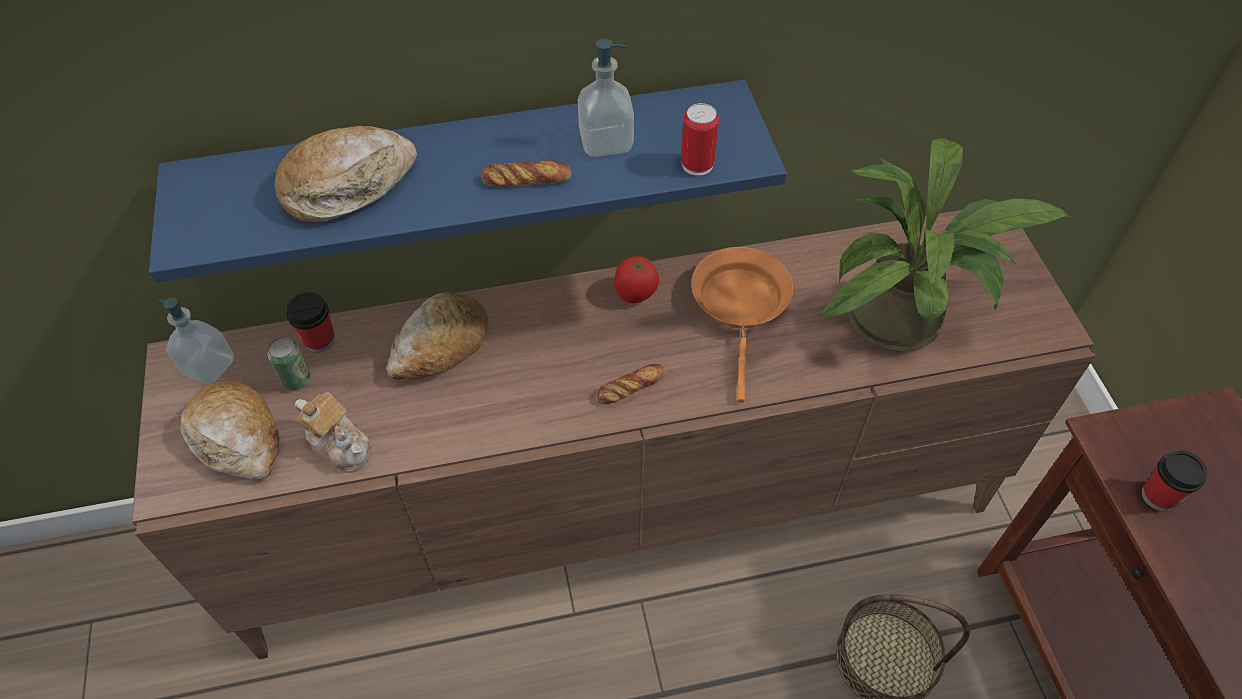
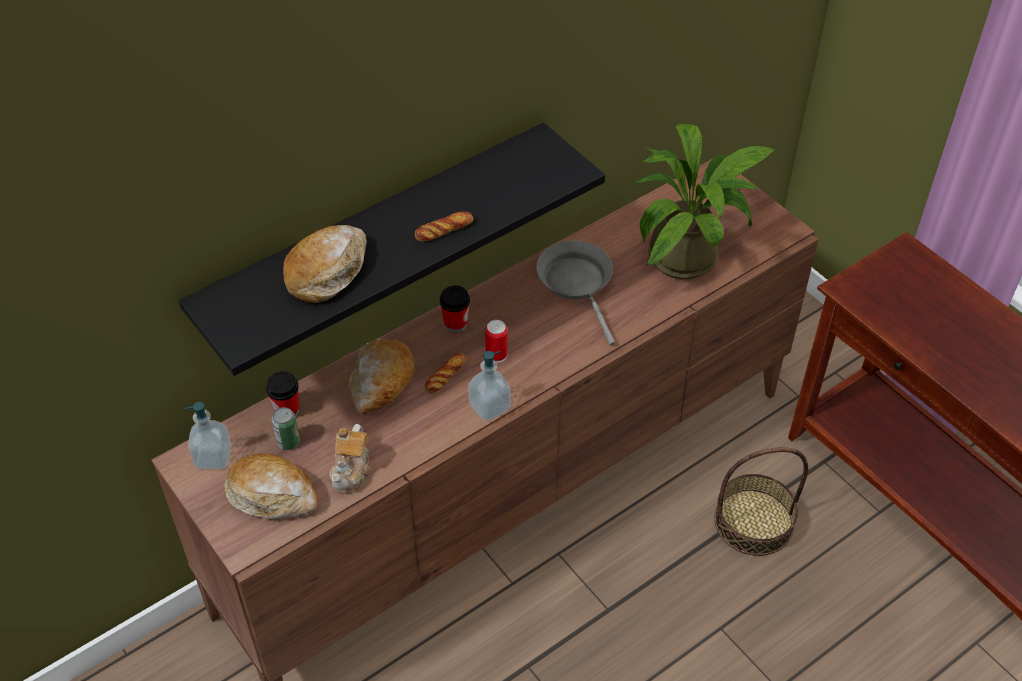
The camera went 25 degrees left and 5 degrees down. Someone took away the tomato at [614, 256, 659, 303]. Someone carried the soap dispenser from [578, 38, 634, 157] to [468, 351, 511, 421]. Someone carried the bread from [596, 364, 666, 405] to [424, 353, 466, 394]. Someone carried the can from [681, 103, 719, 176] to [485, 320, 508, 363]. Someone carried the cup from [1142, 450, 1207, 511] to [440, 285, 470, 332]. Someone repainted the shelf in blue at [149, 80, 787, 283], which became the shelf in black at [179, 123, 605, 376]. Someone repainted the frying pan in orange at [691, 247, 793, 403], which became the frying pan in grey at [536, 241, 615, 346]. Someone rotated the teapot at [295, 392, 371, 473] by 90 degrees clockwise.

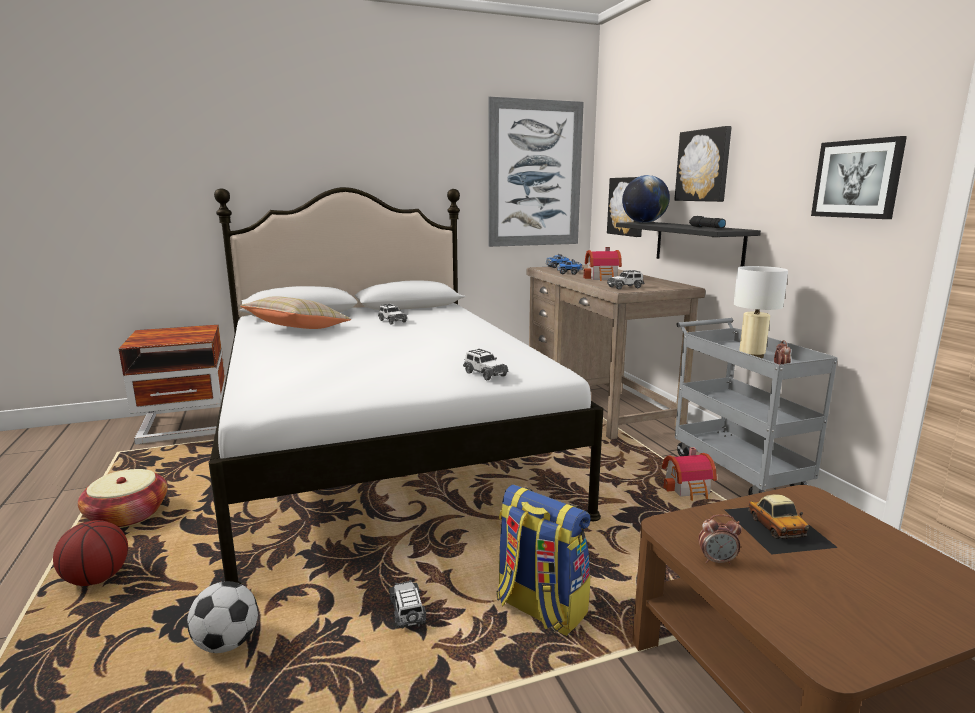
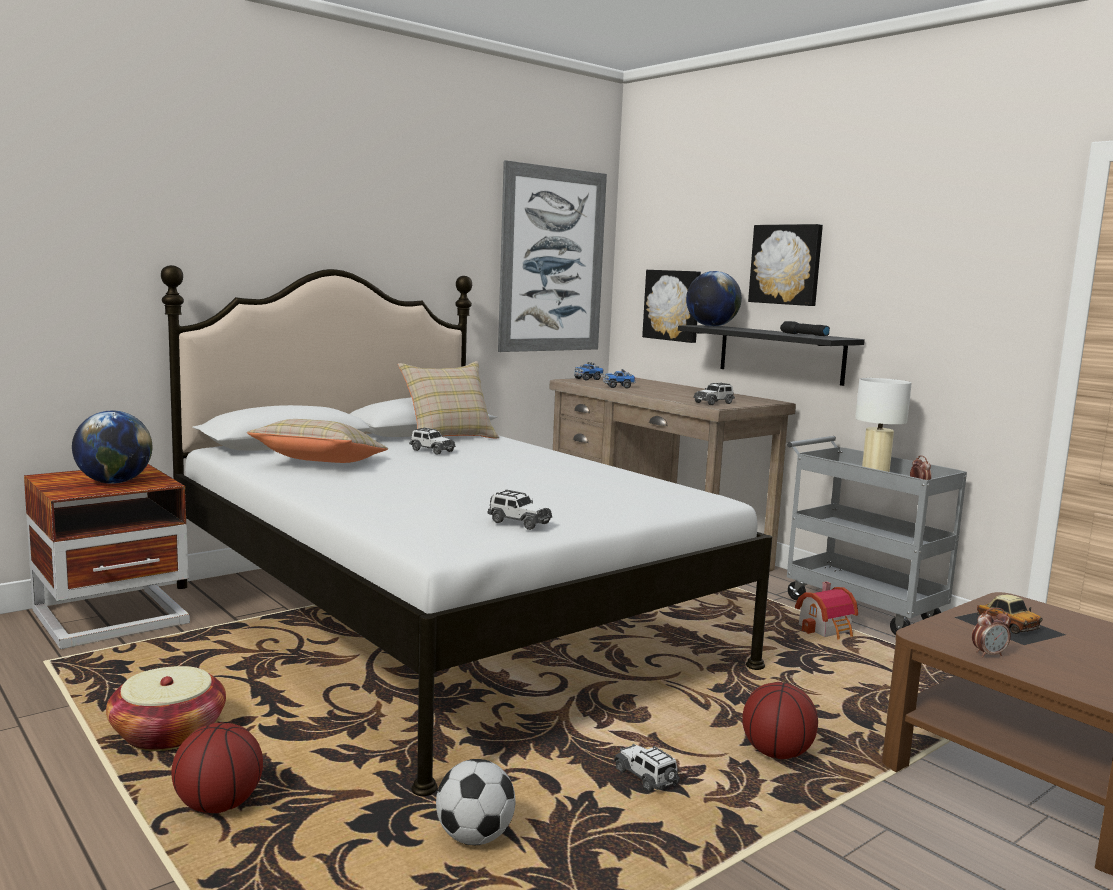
The camera went 20 degrees left and 5 degrees down. Someone took away the toy house at [584, 247, 622, 281]. Someone took away the picture at [811, 136, 907, 219]. Someone put down the globe at [72, 411, 153, 484]. Someone put down the pillow in beige at [398, 361, 499, 438]. Someone carried the toy car from [463, 349, 509, 380] to [487, 489, 552, 530]. Someone swapped the backpack at [497, 484, 591, 636] for the basketball at [742, 682, 818, 759].

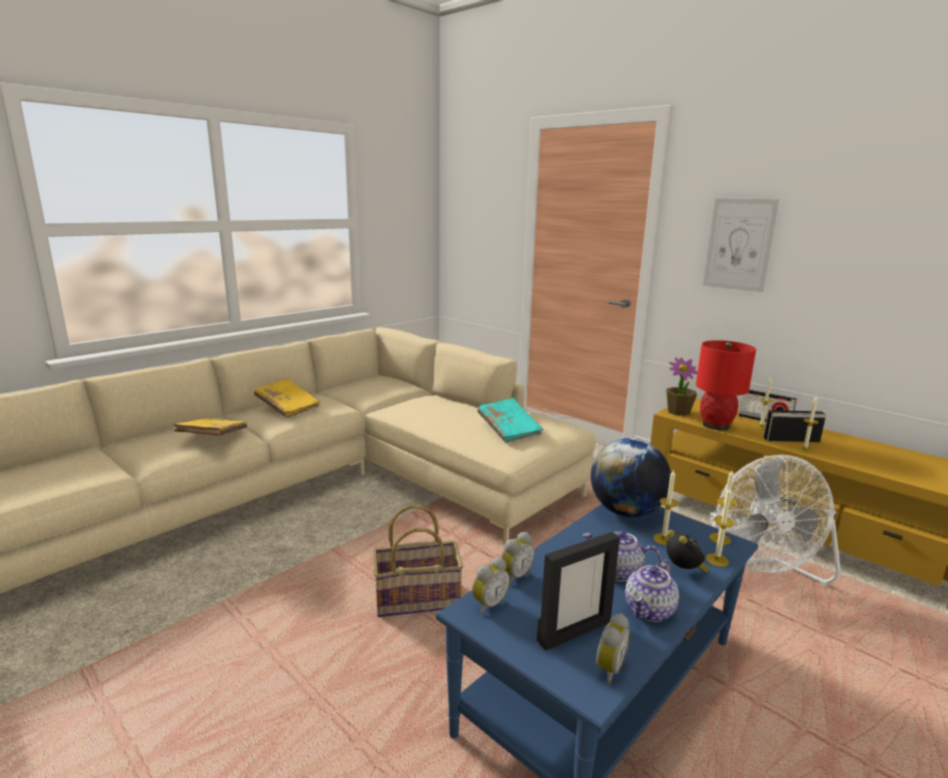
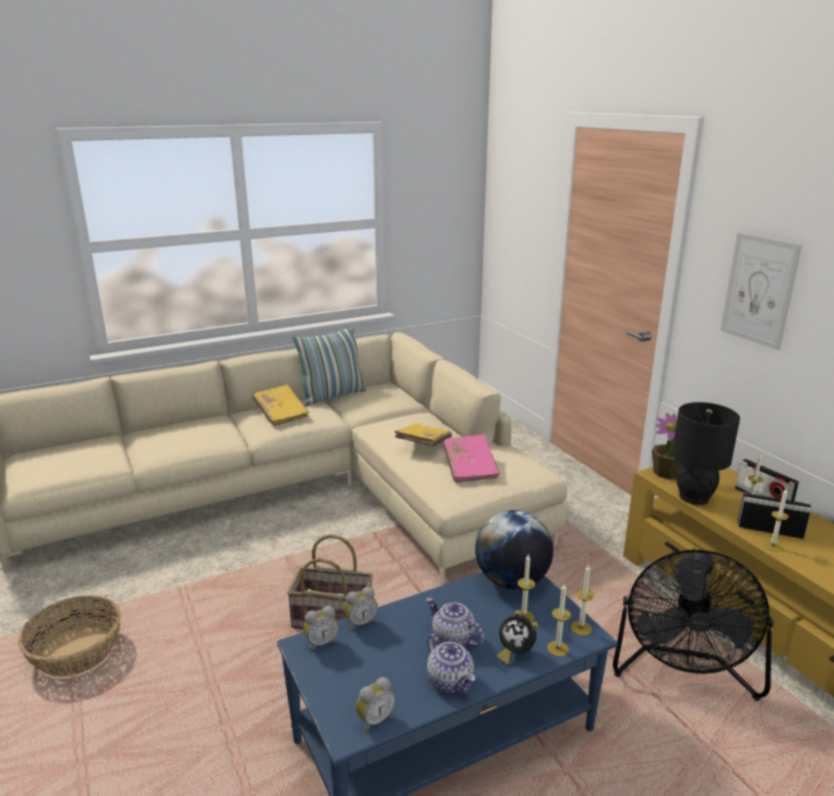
The camera went 20 degrees right and 5 degrees up. Someone took away the picture frame at [537, 532, 620, 651]. Someone put down the basket at [18, 595, 121, 677]. Someone put down the pillow at [293, 326, 367, 406]. Someone carried the book in yellow from [173, 418, 247, 436] to [395, 424, 452, 447]. Someone repainted the book in turquoise at [477, 398, 543, 443], which became the book in pink at [443, 434, 500, 483]. Someone repainted the table lamp in red at [696, 340, 756, 430], which became the table lamp in black at [672, 402, 740, 505]. Someone repainted the fan in white at [711, 455, 841, 587], which became the fan in black at [613, 548, 774, 701]. Someone rotated the teapot at [625, 560, 679, 622] by 90 degrees counterclockwise. Someone rotated the alarm clock at [666, 530, 710, 573] by 120 degrees clockwise.

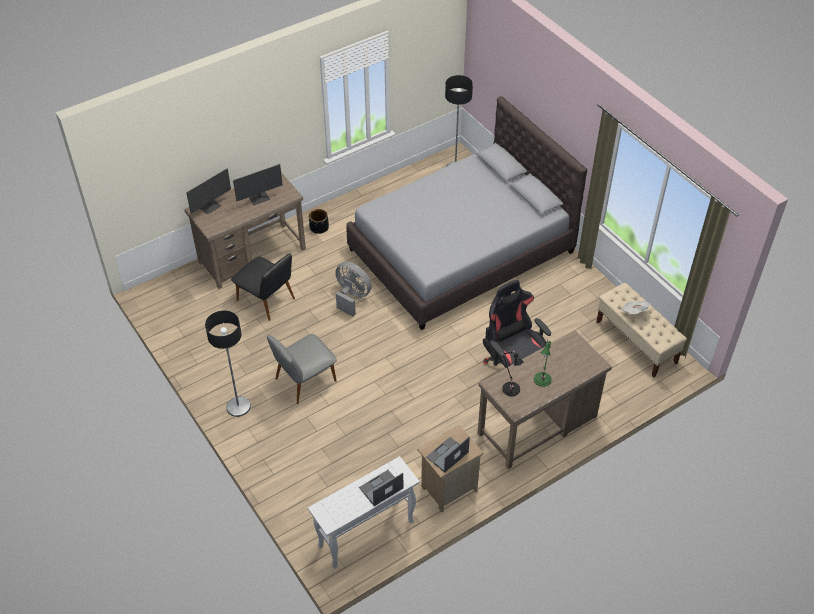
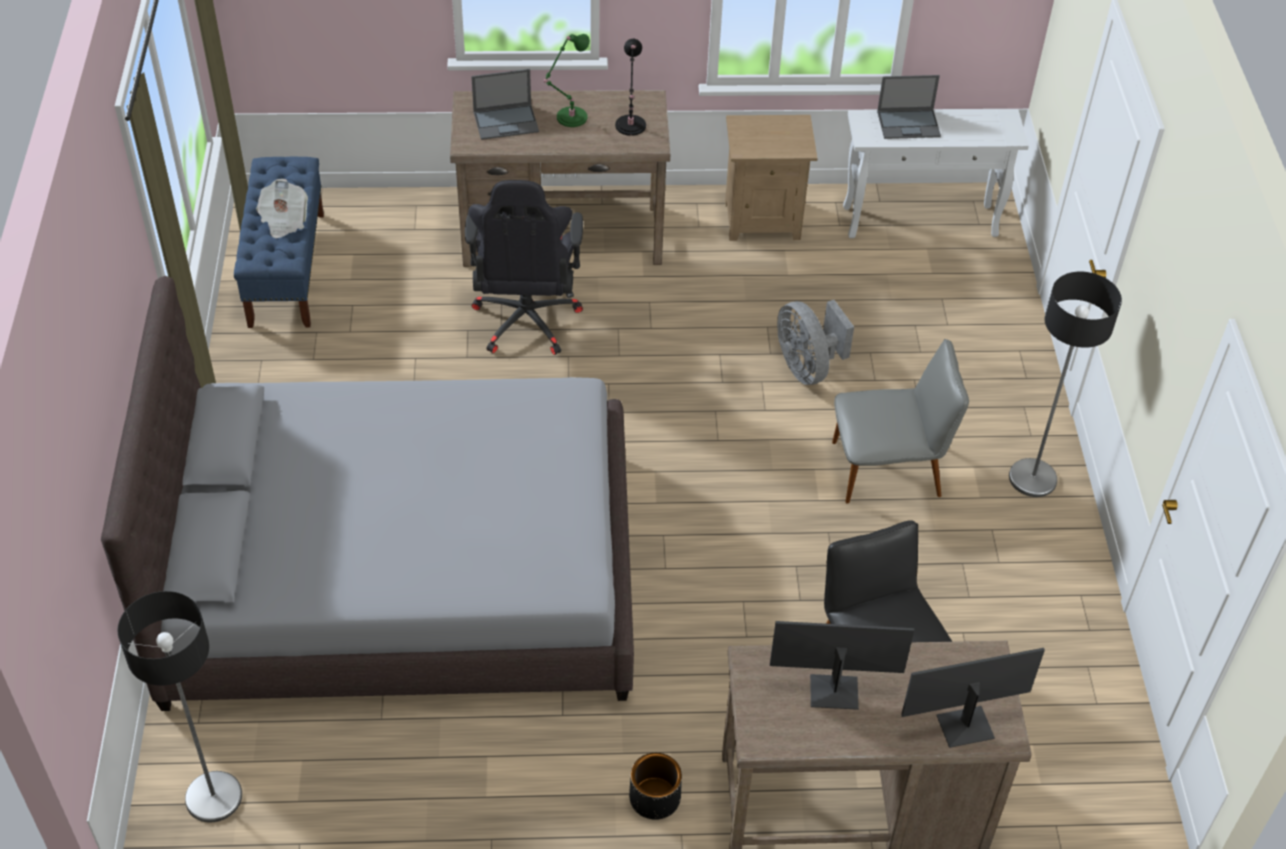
The camera went 150 degrees left and 0 degrees up. Someone carried the fan in grey from [335, 262, 372, 317] to [777, 300, 854, 385]. Someone carried the laptop from [426, 437, 470, 473] to [471, 69, 539, 140]. Someone repainted the bench in beige at [596, 283, 687, 377], which became the bench in blue at [234, 156, 324, 328].

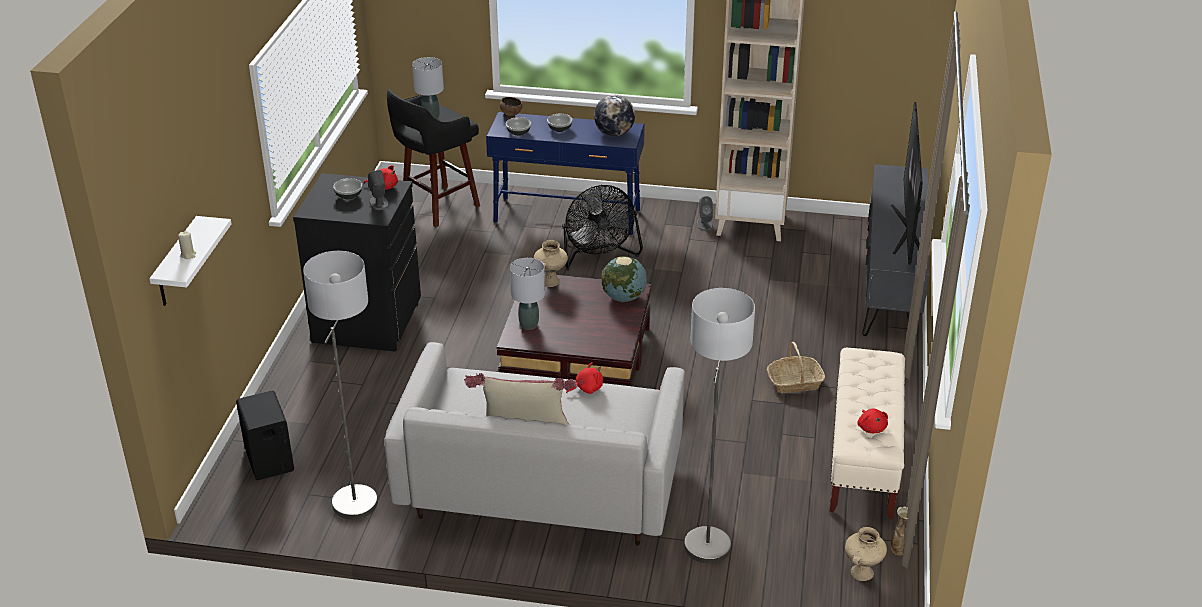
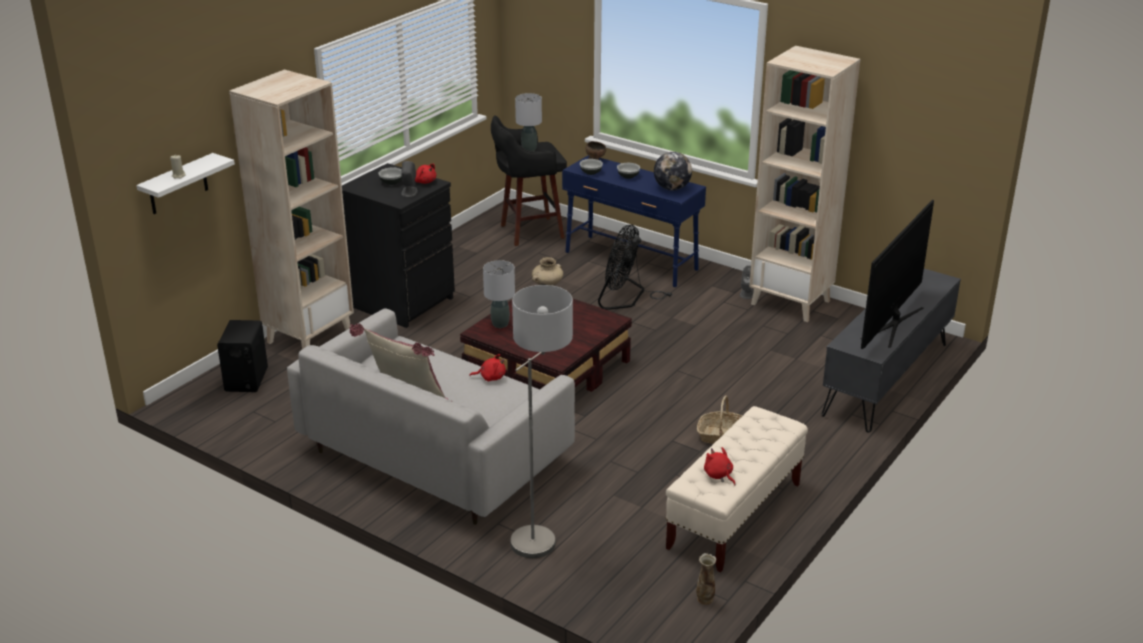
The camera went 25 degrees right and 5 degrees down. Someone took away the floor lamp in grey at [303, 251, 378, 519]. Someone took away the globe at [601, 256, 647, 302]. Someone took away the vase in beige at [845, 527, 887, 581]. Someone put down the bookcase in beige at [229, 69, 354, 349]. Someone rotated the fan in black at [562, 185, 643, 271] by 105 degrees clockwise. Someone rotated the plush toy in red at [858, 409, 888, 433] by 135 degrees clockwise.

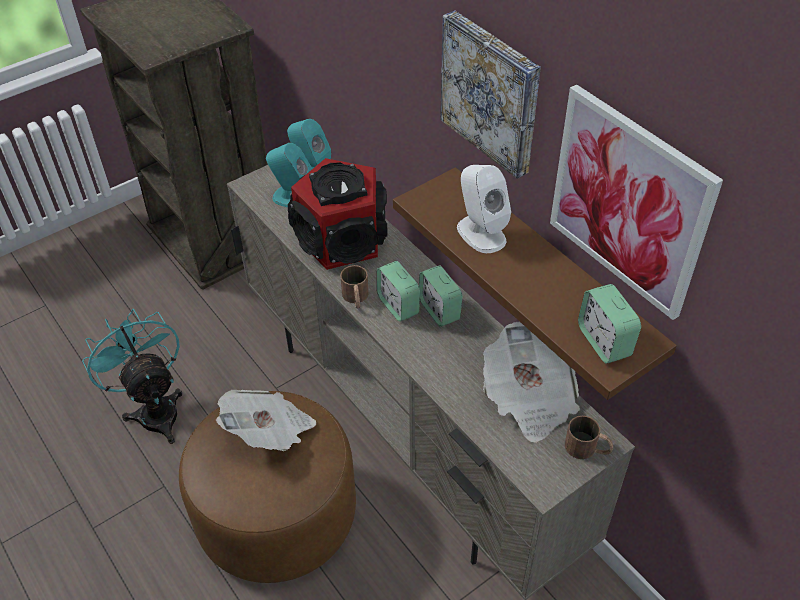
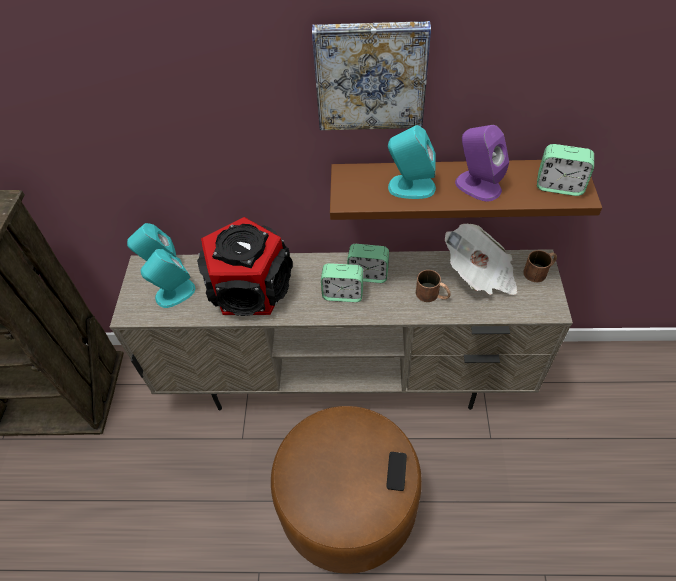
The camera went 50 degrees left and 5 degrees up. Someone took away the fan in turquoise at [82, 309, 182, 444]. Someone took away the newspaper at [216, 390, 316, 451]. Someone took away the picture at [550, 84, 723, 320]. Someone put down the phone at [386, 452, 407, 491]. Someone put down the speaker in purple at [455, 125, 509, 201]. Someone carried the mug in brown from [340, 265, 369, 308] to [416, 270, 450, 302]. Someone repainted the speaker in white at [457, 165, 511, 253], which became the speaker in turquoise at [388, 125, 436, 199].

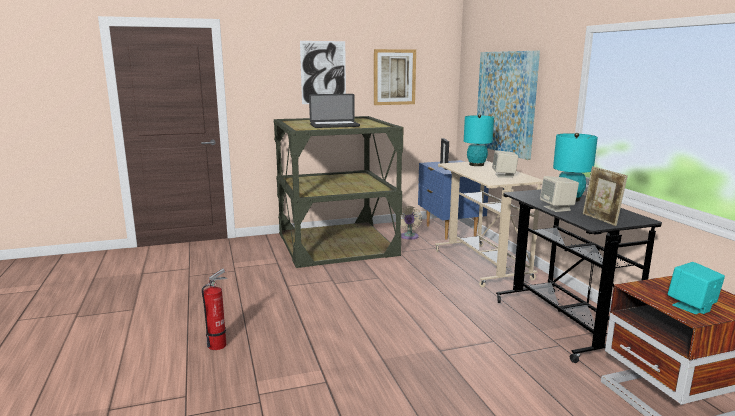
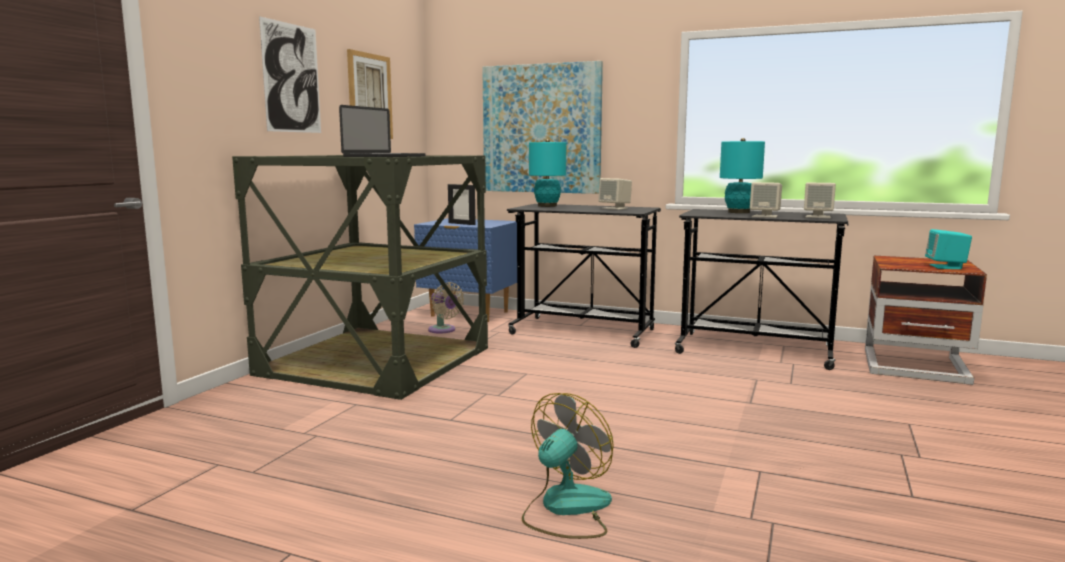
The camera went 50 degrees left and 5 degrees down. Someone swapped the fire extinguisher at [202, 268, 227, 350] for the fan at [522, 393, 614, 539]. Someone swapped the picture frame at [583, 166, 628, 226] for the speaker in beige at [804, 182, 836, 219]. Someone repainted the desk in beige at [435, 161, 543, 288], which became the desk in black at [507, 204, 661, 348].

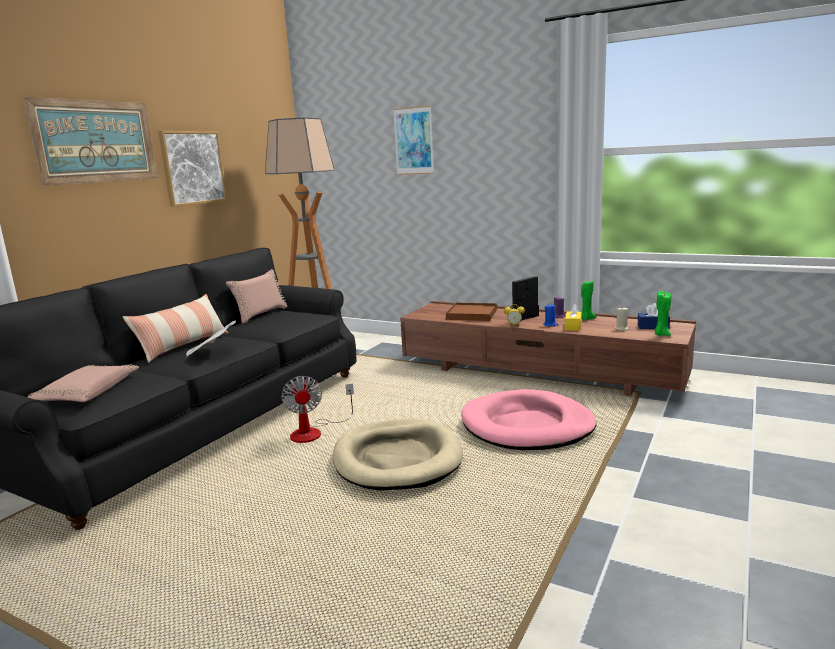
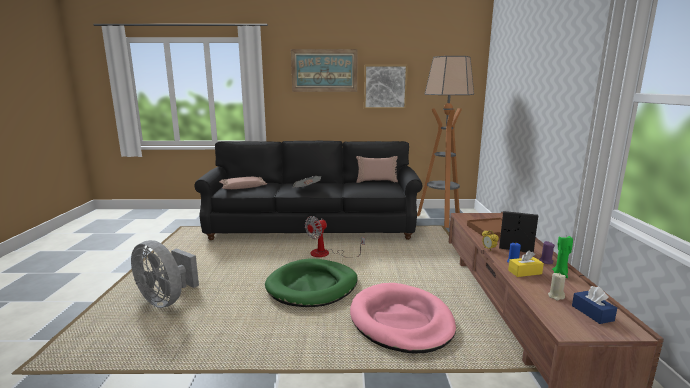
The camera went 60 degrees right and 0 degrees up. Someone took away the pillow at [123, 294, 228, 363]. Someone took away the picture at [393, 105, 434, 175]. Someone took away the candle in green at [655, 291, 671, 336]. Someone put down the fan in grey at [131, 240, 199, 308]. Someone repainted the dog bed in beige at [333, 419, 463, 491], which became the dog bed in green at [265, 258, 358, 307].

